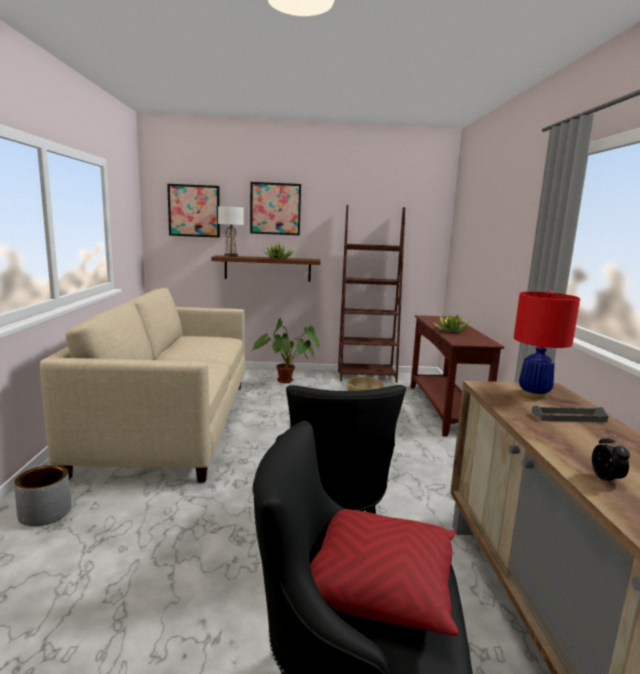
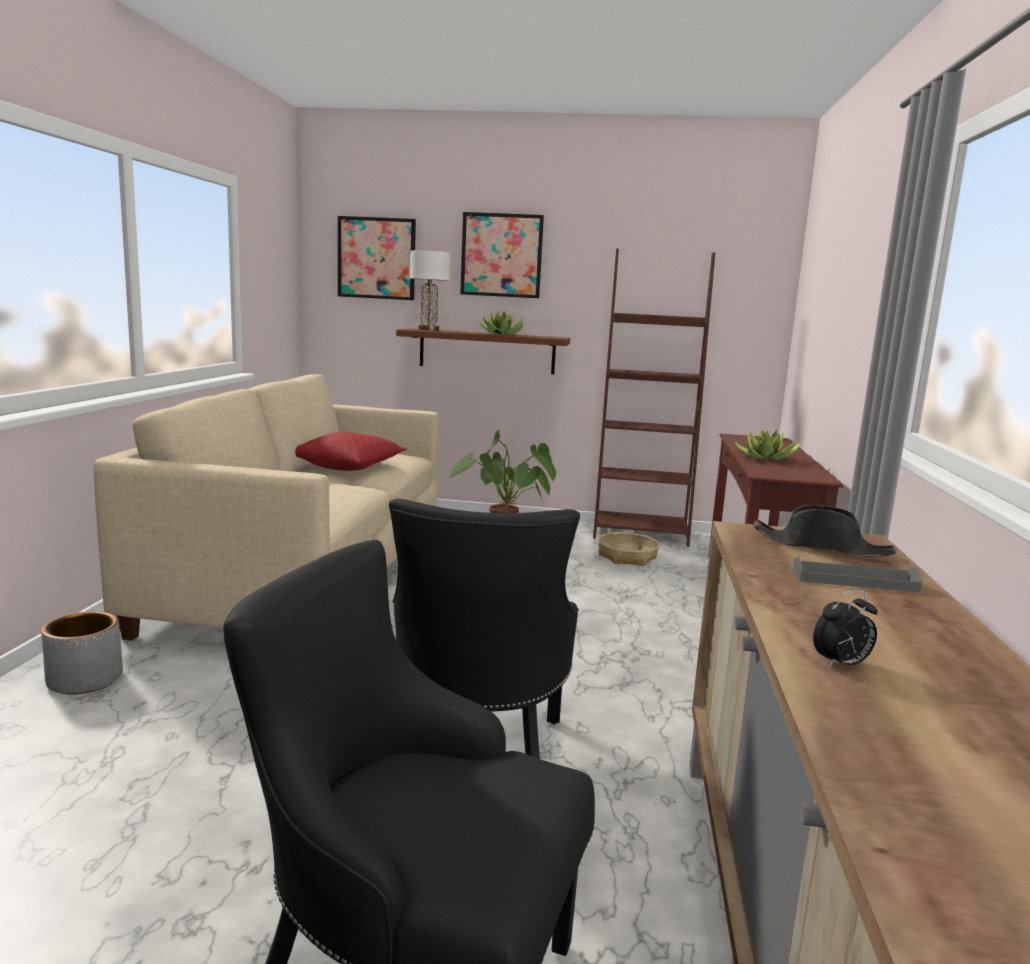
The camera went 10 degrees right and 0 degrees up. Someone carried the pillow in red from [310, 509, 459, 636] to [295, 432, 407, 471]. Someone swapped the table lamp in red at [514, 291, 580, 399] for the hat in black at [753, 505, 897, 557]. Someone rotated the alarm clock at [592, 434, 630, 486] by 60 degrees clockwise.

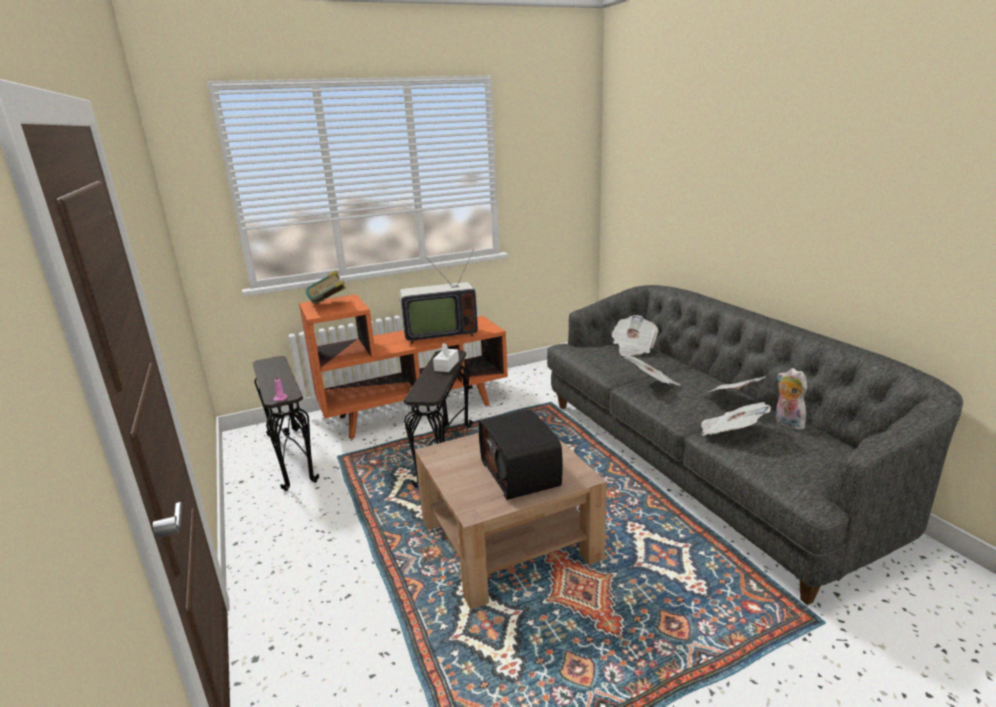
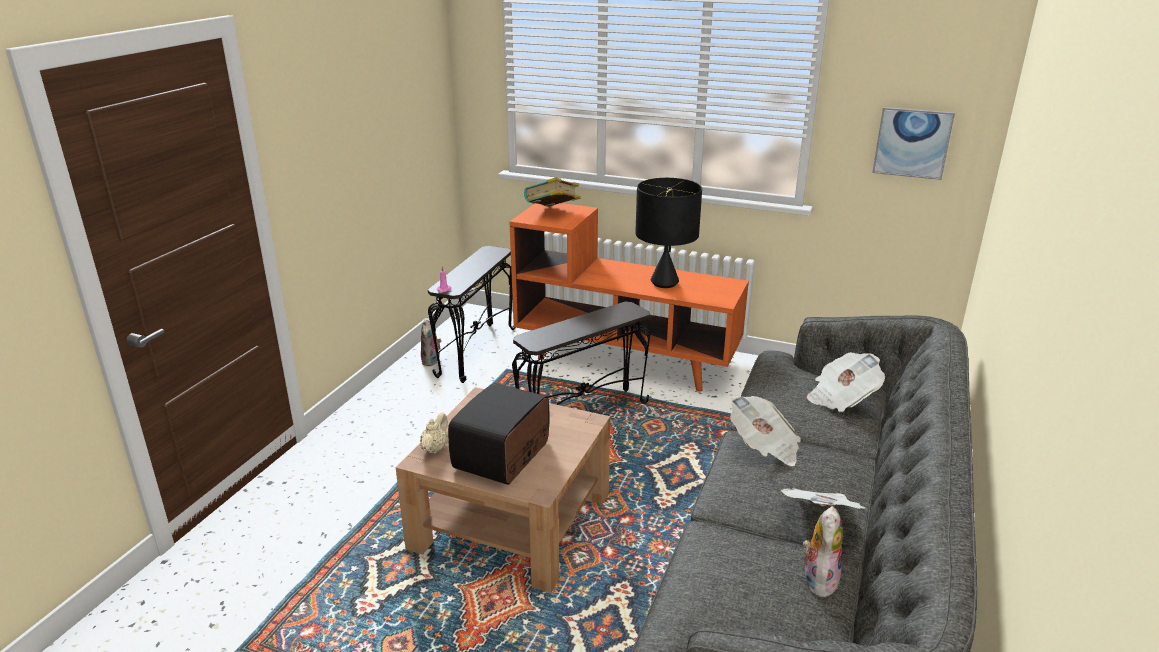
The camera went 45 degrees right and 5 degrees up. Someone took away the tissue box in white at [433, 343, 459, 372]. Someone took away the newspaper at [701, 402, 771, 436]. Someone put down the teapot in beige at [420, 412, 448, 453]. Someone put down the plush toy at [421, 316, 441, 366]. Someone put up the picture at [872, 107, 955, 180]. Someone swapped the television at [399, 249, 478, 344] for the table lamp in black at [635, 178, 702, 288].

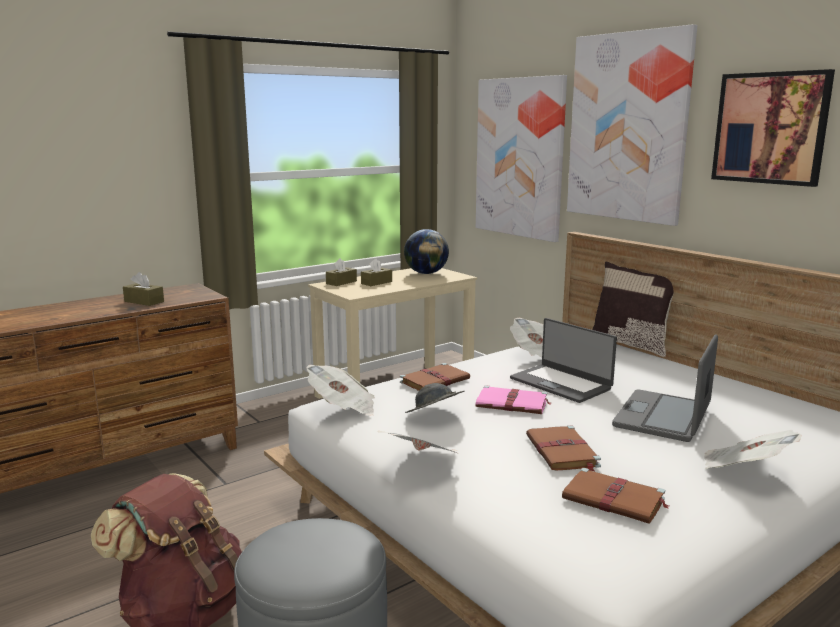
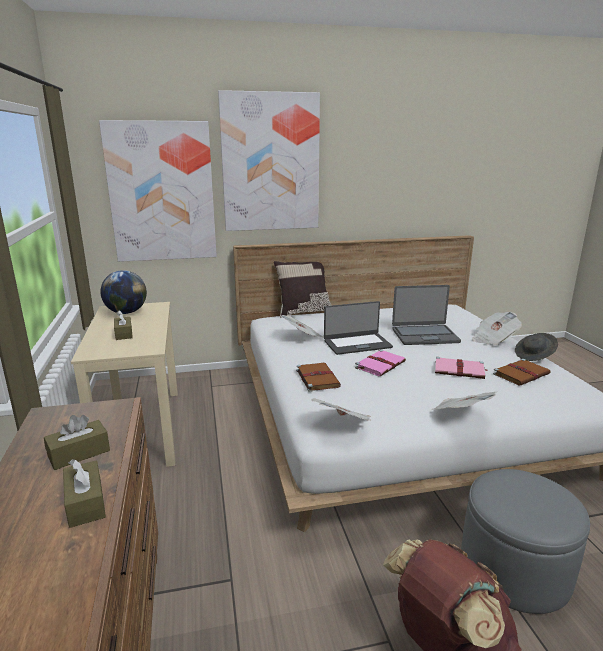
The camera went 65 degrees left and 5 degrees up. Someone took away the picture at [711, 69, 835, 187]. Someone carried the tissue box in brown from [326, 258, 357, 286] to [63, 459, 106, 528]. Someone carried the hat in grey from [405, 383, 465, 413] to [515, 333, 558, 361]. Someone repainted the book in brown at [526, 426, 601, 471], which became the book in pink at [435, 357, 487, 379]. Someone rotated the laptop at [612, 334, 718, 442] by 60 degrees counterclockwise.

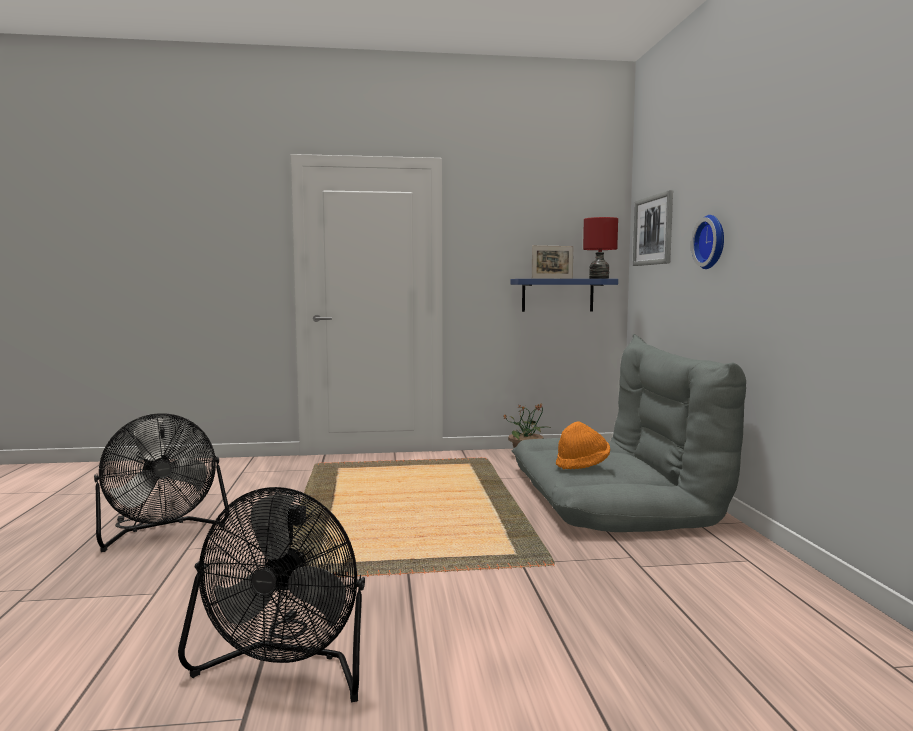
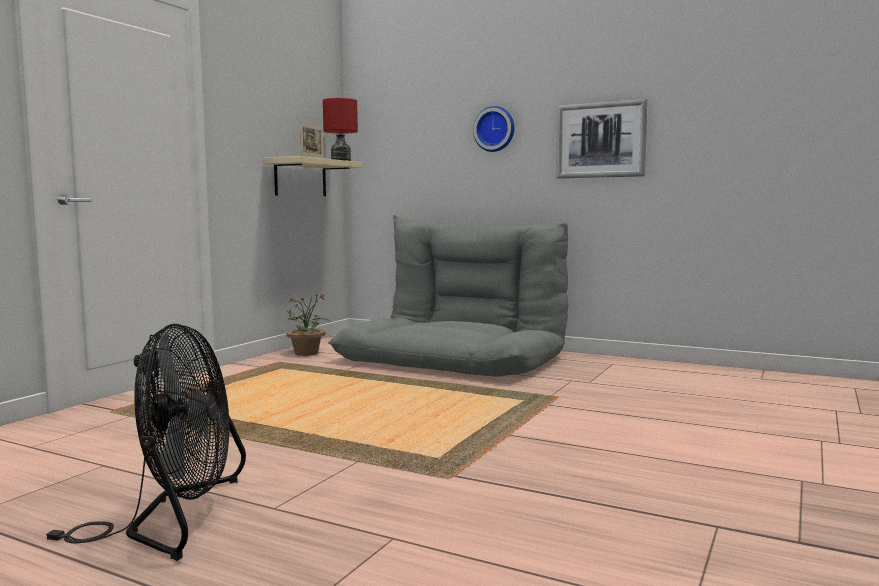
The camera went 55 degrees left and 0 degrees up. Someone took away the fan in black at [178, 487, 365, 702]. Someone took away the hat in orange at [556, 421, 610, 469]. Someone carried the picture from [633, 190, 673, 266] to [556, 99, 647, 179]. Someone repainted the shelf in blue at [510, 279, 618, 312], which became the shelf in beige at [264, 156, 363, 196].

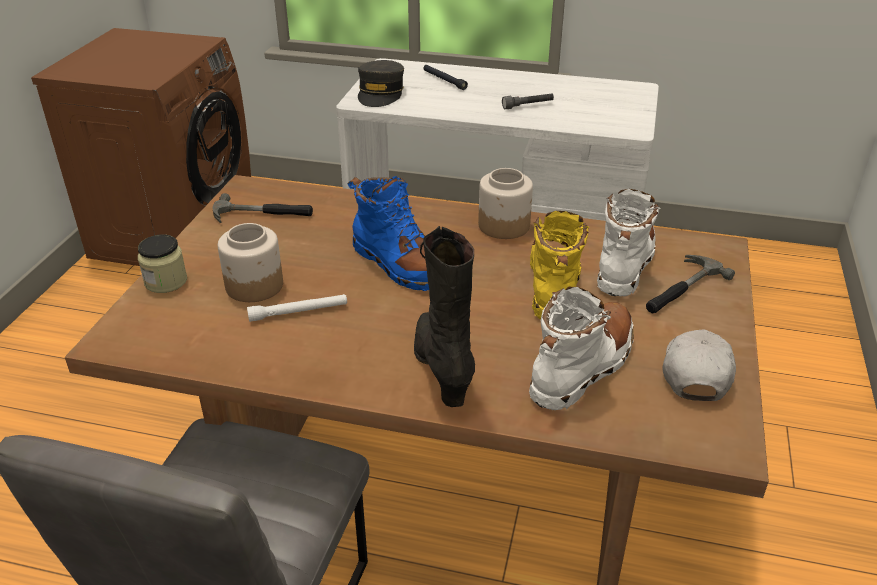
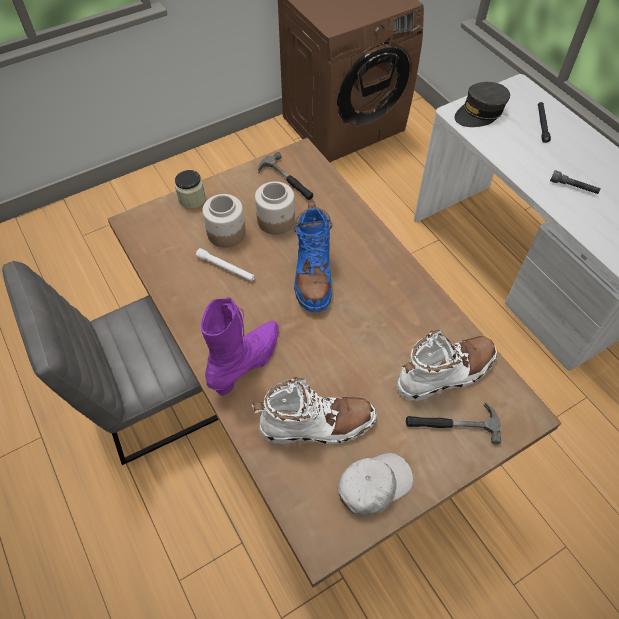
The camera went 45 degrees right and 20 degrees up. Someone took away the boot in yellow at [530, 211, 589, 320]. Someone carried the jar from [478, 168, 533, 239] to [255, 181, 295, 234]. Someone repainted the boot in black at [414, 226, 475, 407], which became the boot in purple at [200, 297, 279, 396].

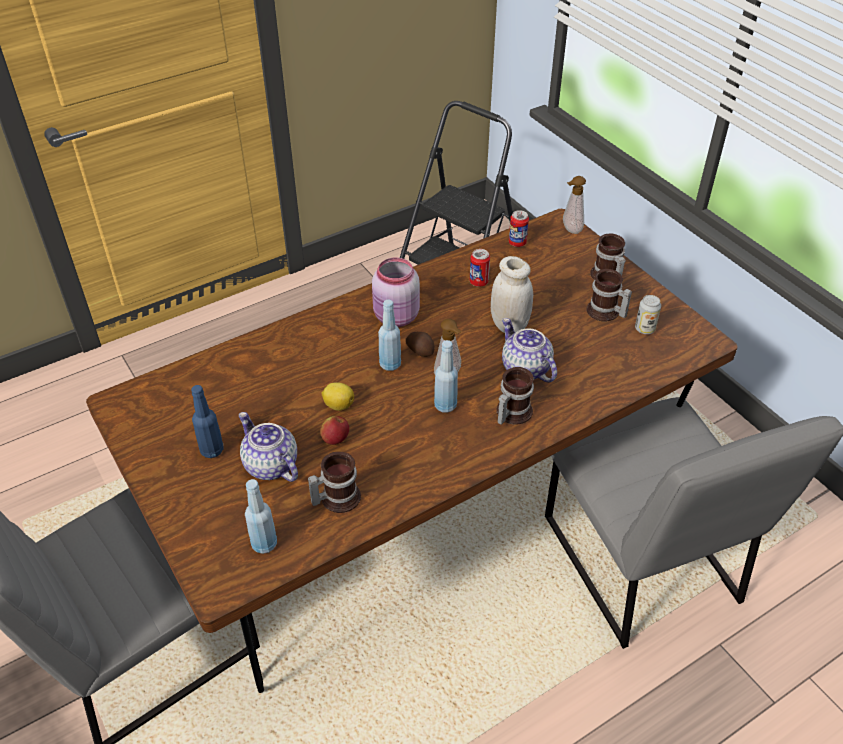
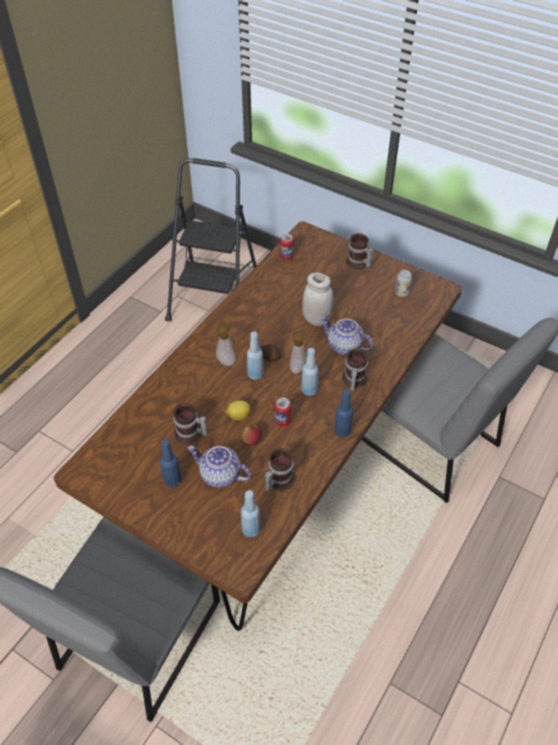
The camera went 25 degrees left and 5 degrees up. Someone took away the jar in pink at [372, 258, 420, 327]. Someone put down the bottle in blue at [334, 389, 353, 437]. Someone carried the can from [470, 249, 490, 287] to [275, 398, 291, 427]. Someone carried the soap dispenser from [563, 176, 586, 234] to [215, 324, 236, 366]. Someone carried the mug from [586, 269, 632, 322] to [173, 403, 208, 444].

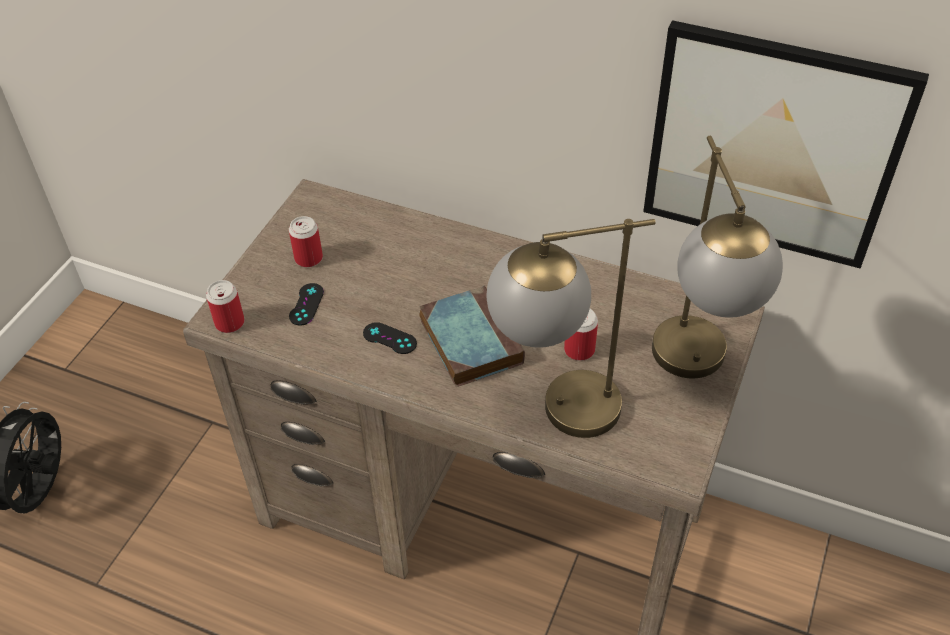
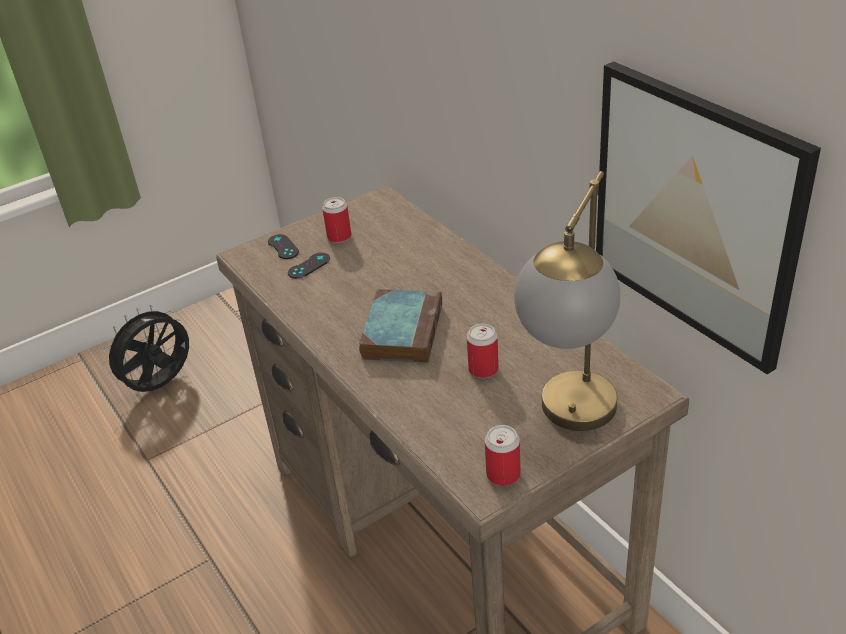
The camera went 35 degrees right and 10 degrees down. Someone took away the table lamp at [487, 219, 656, 438]. Someone carried the can from [206, 280, 245, 333] to [485, 425, 520, 486]. Someone carried the game controller in black from [363, 322, 417, 354] to [268, 234, 299, 259].

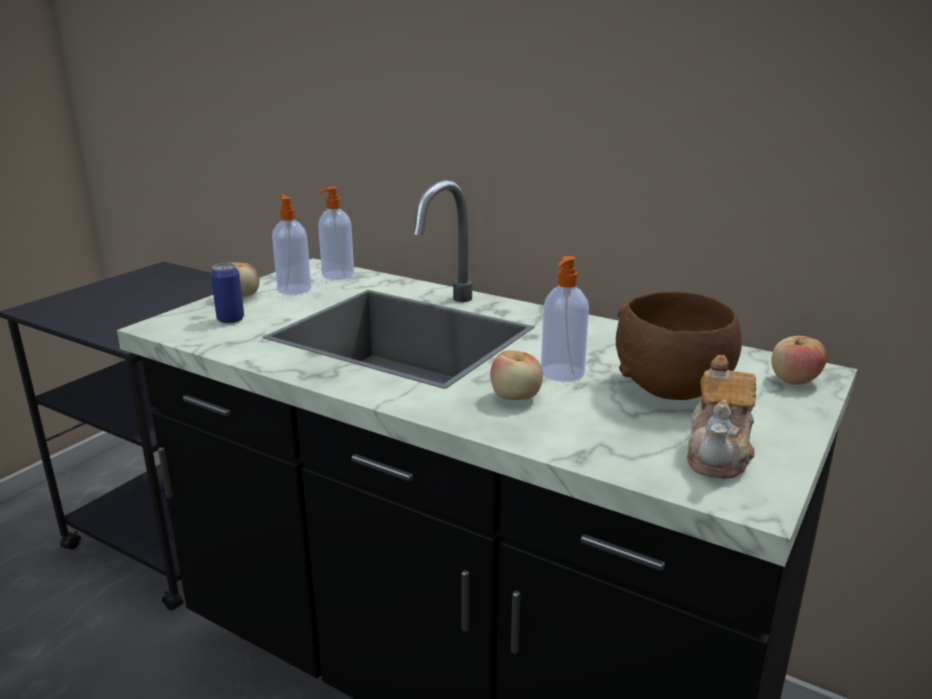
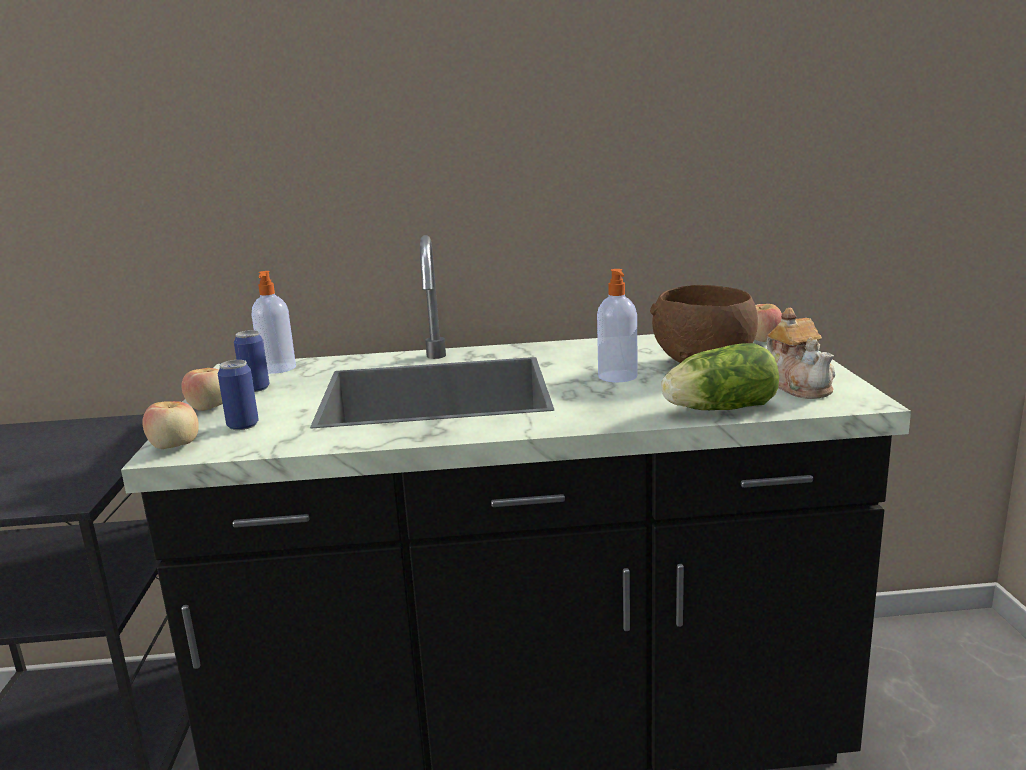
The camera went 35 degrees left and 5 degrees down. Someone put down the lettuce at [661, 343, 779, 410]. Someone carried the apple from [490, 350, 543, 400] to [142, 401, 199, 449]. Someone swapped the soap dispenser at [272, 194, 311, 295] for the can at [234, 330, 270, 392].

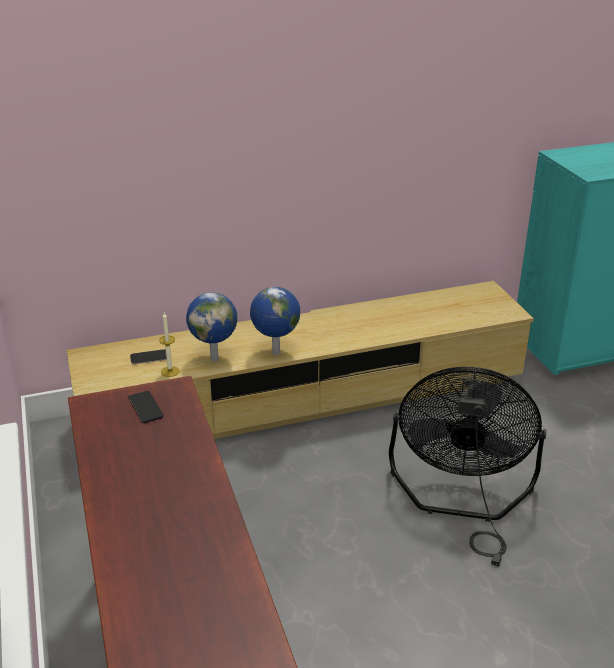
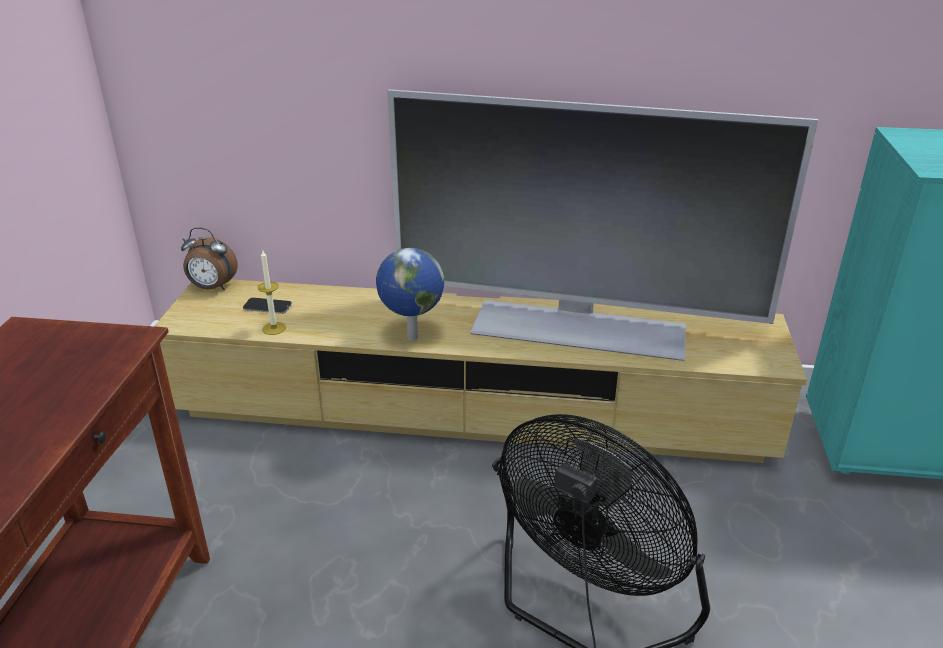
The camera went 25 degrees right and 0 degrees up. Someone took away the phone at [128, 391, 164, 423]. Someone took away the globe at [186, 292, 237, 361]. Someone put down the alarm clock at [181, 227, 238, 290]. Someone put down the television at [387, 89, 818, 361].

